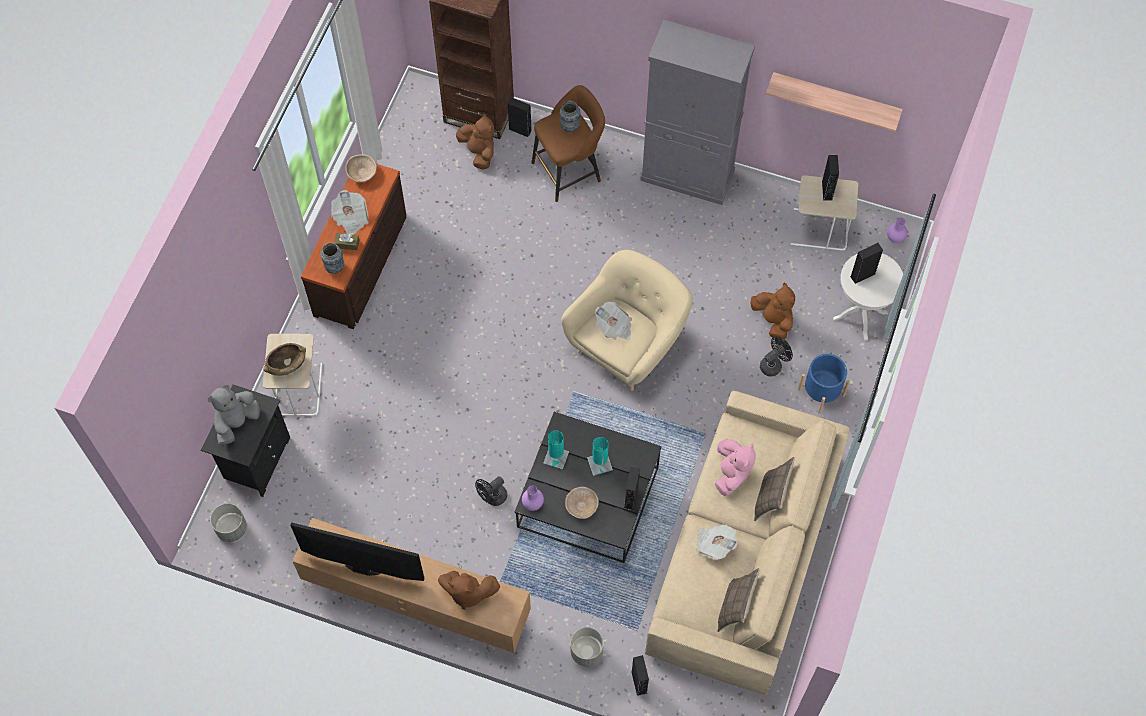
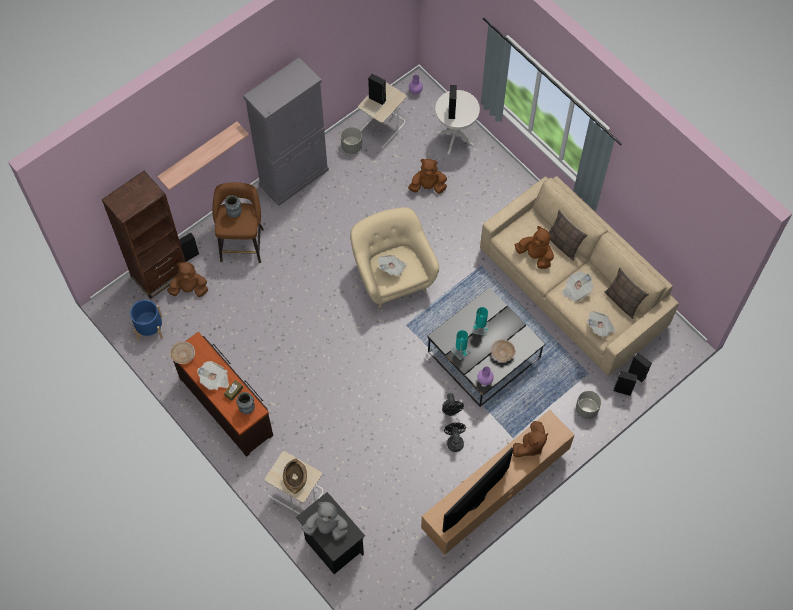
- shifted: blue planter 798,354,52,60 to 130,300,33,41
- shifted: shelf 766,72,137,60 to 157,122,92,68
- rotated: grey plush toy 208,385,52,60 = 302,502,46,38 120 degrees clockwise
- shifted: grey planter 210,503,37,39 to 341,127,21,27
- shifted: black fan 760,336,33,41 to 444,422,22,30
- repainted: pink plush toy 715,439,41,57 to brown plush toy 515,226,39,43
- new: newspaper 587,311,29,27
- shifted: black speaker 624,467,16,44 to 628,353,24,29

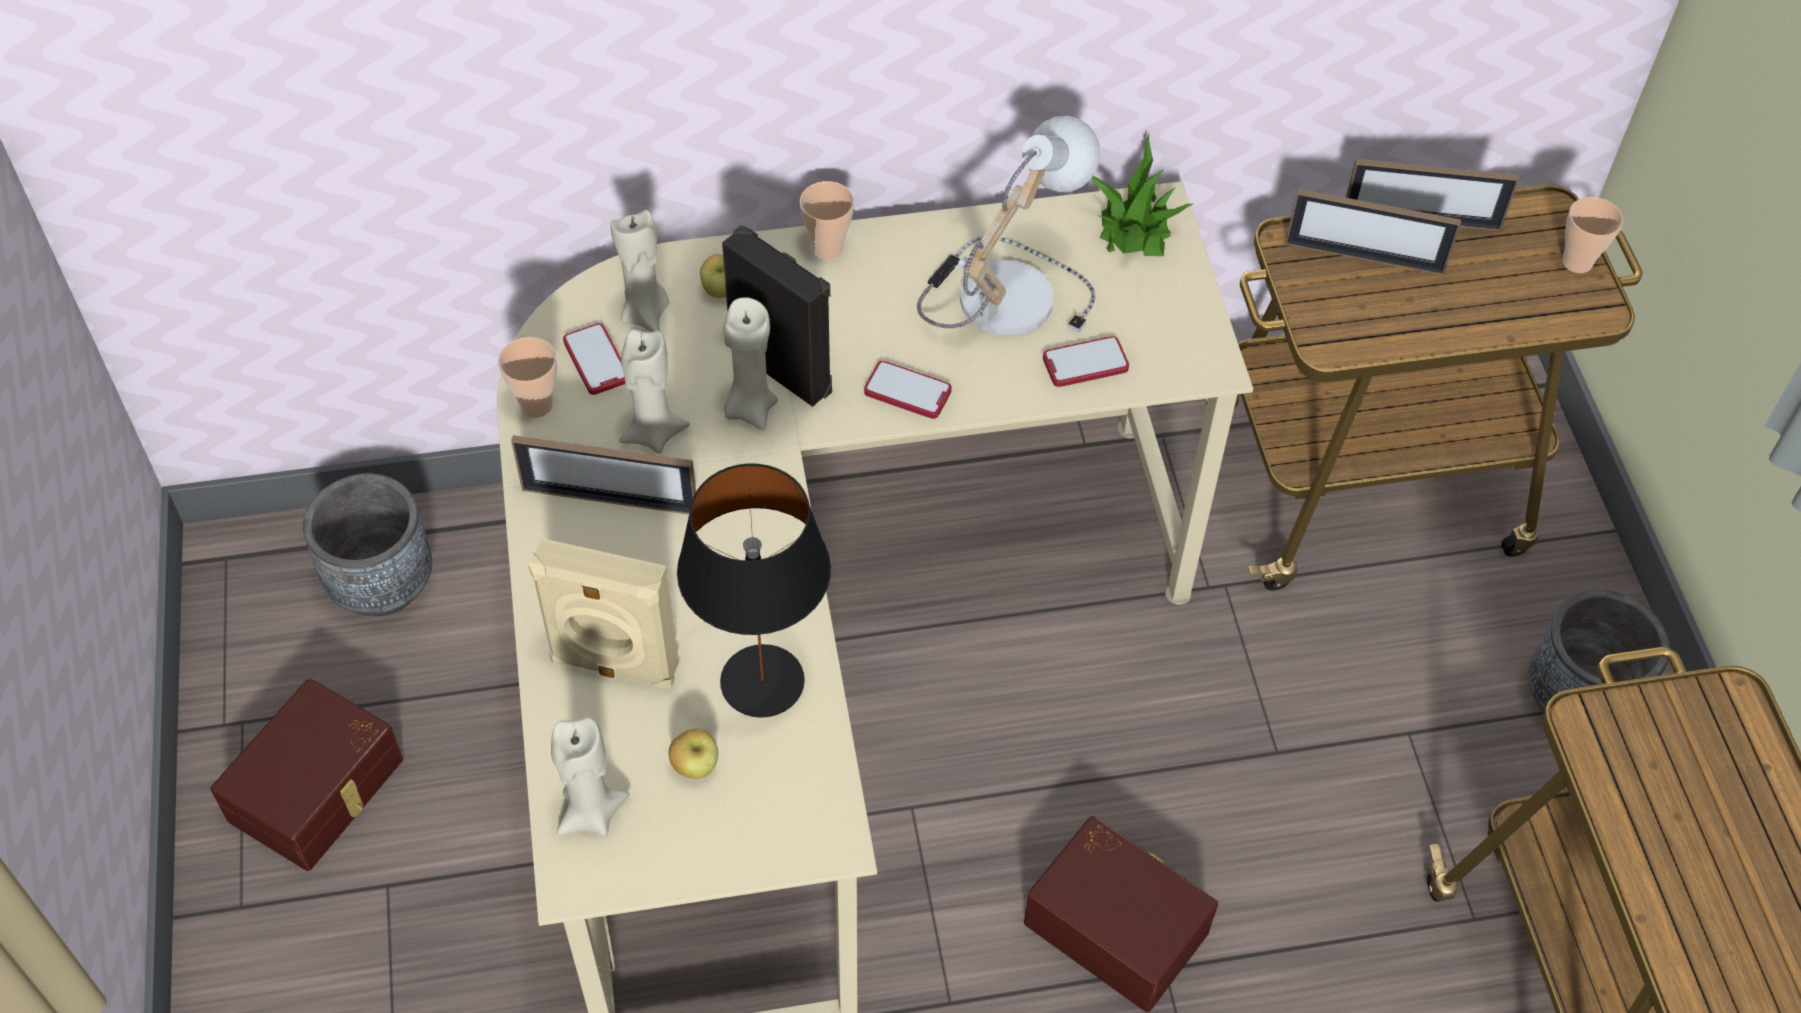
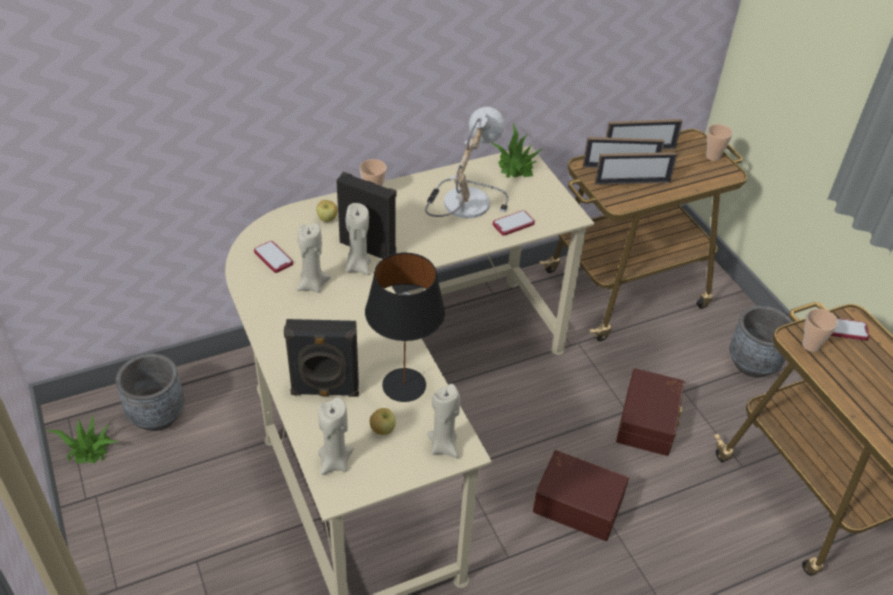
- new: potted plant 45,415,73,49
- repainted: beige speaker 528,538,151,151 to black speaker 284,319,75,78
- shifted: beige candle 611,210,59,122 to 427,384,33,74
- shifted: picture frame 511,435,185,80 to 595,152,82,33
- shifted: brown storage box 210,678,193,193 to 616,368,69,88
- shifted: cup 498,337,59,81 to 802,309,36,43
- shifted: phone 864,361,88,58 to 831,318,38,23

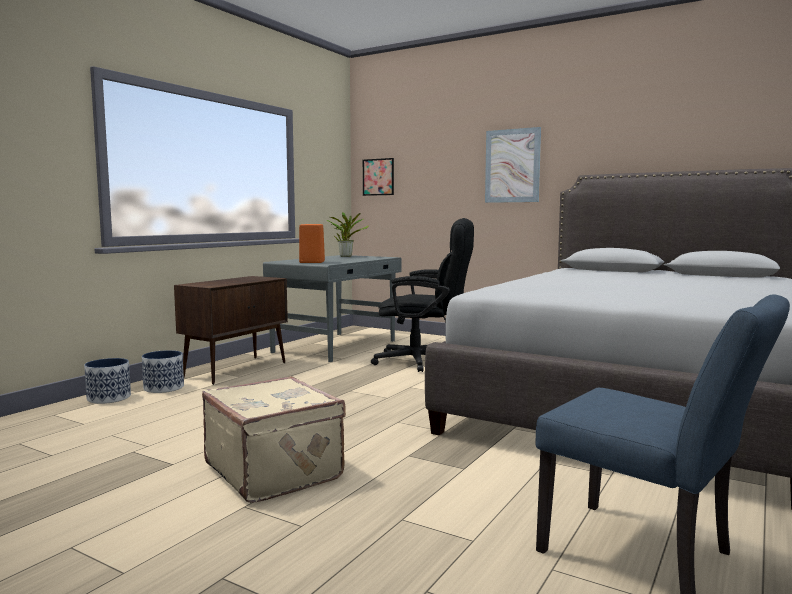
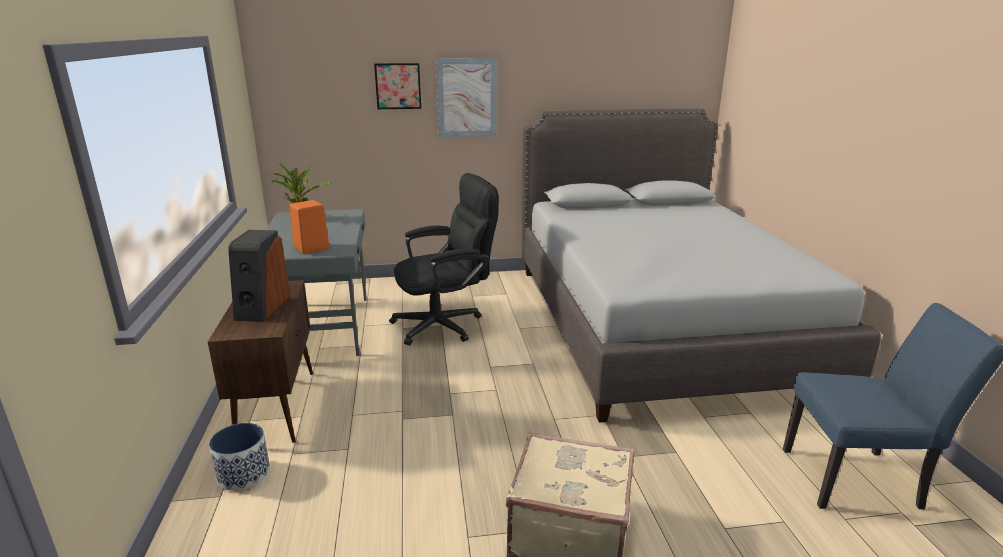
- new: speaker 228,230,62,92
- shifted: picture 363,158,31,38 to 374,63,47,46
- gone: planter 84,358,47,46

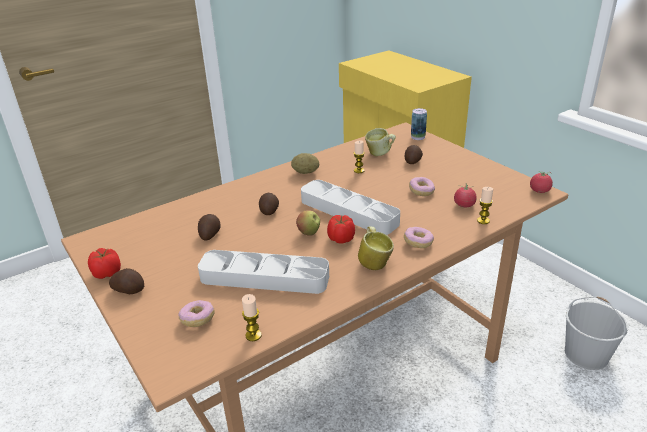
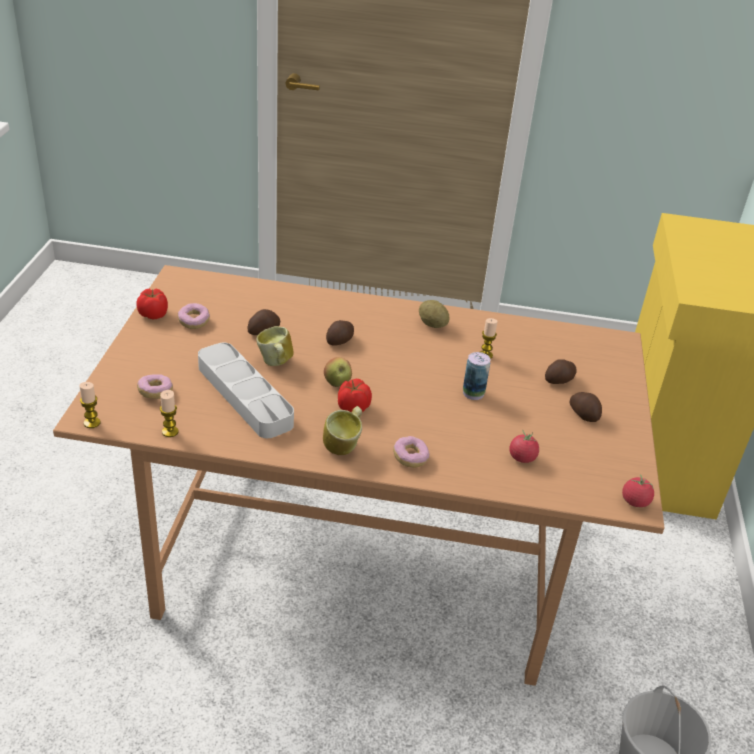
- shifted: candle 477,187,16,37 to 80,382,20,46
- shifted: donut 409,177,26,19 to 178,303,32,26
- shifted: mug 365,128,31,28 to 256,326,38,40
- shifted: can 411,108,16,32 to 463,352,28,48
- shifted: potato 109,268,35,26 to 569,392,33,30
- gone: grey tray 301,180,99,55

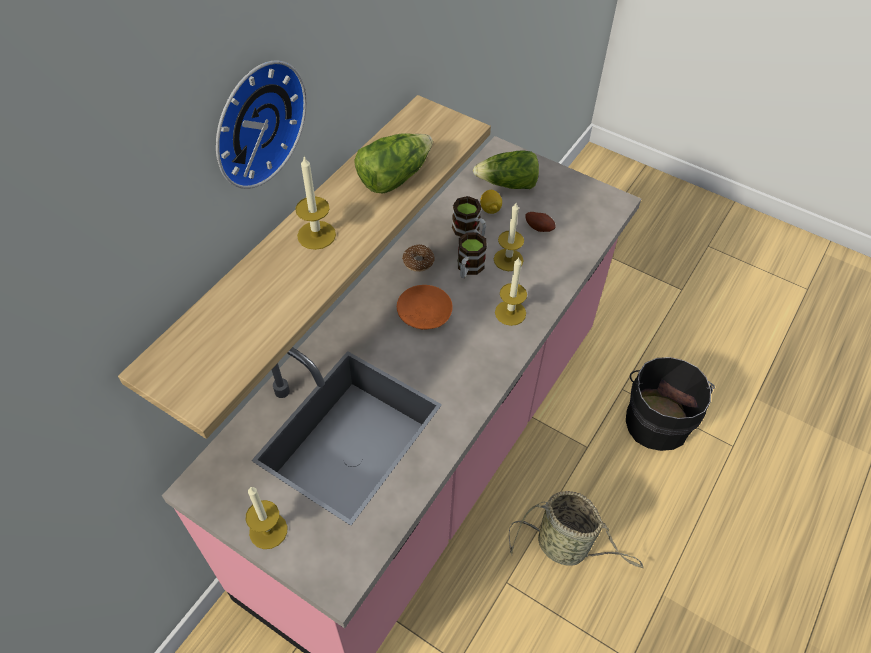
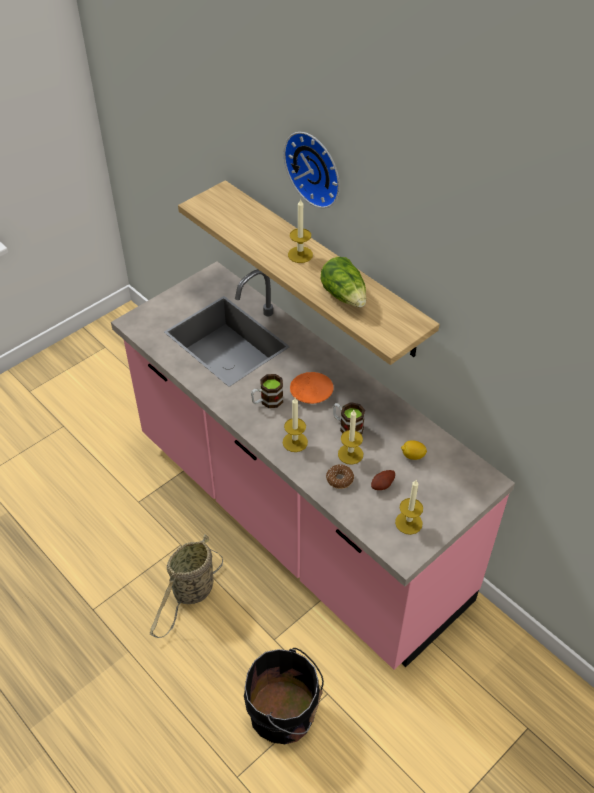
- shifted: mug 452,196,34,41 to 251,374,32,34
- shifted: donut 402,244,33,28 to 326,464,28,25
- shifted: candle 246,486,41,63 to 395,480,28,55
- gone: lettuce 473,151,66,38

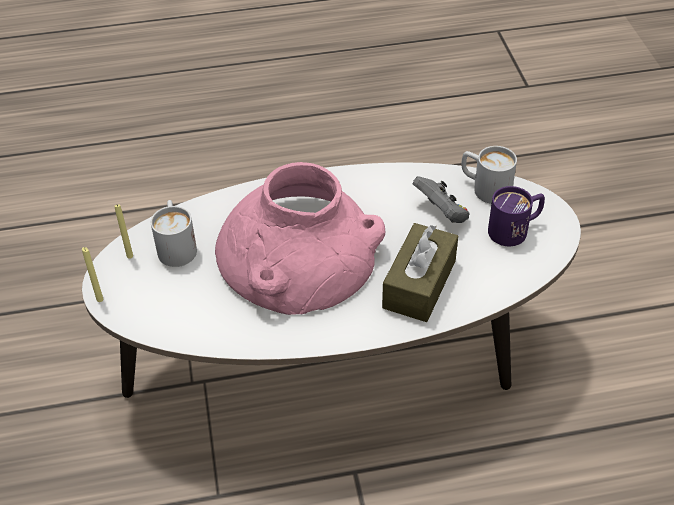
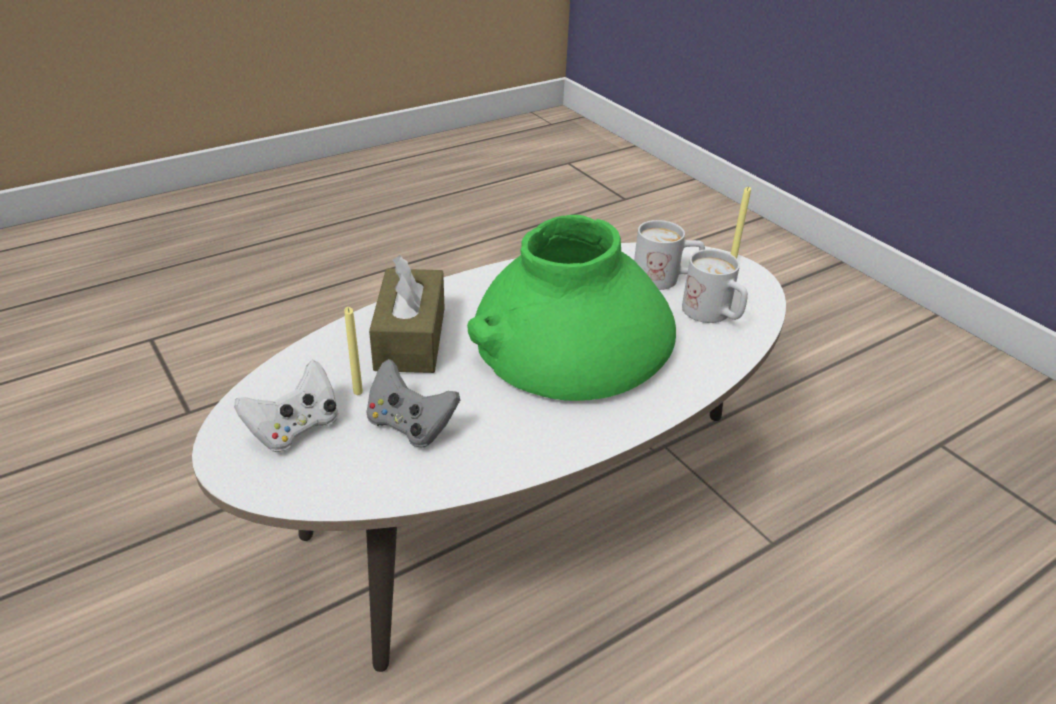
- swapped: purple mug 488,186,57,60 to white game controller 234,360,104,92
- shifted: yellow candle 114,205,19,54 to 344,307,19,88
- repainted: pink vase 215,162,170,153 to green vase 467,215,209,186
- shifted: white mug 461,146,56,58 to 634,220,71,70

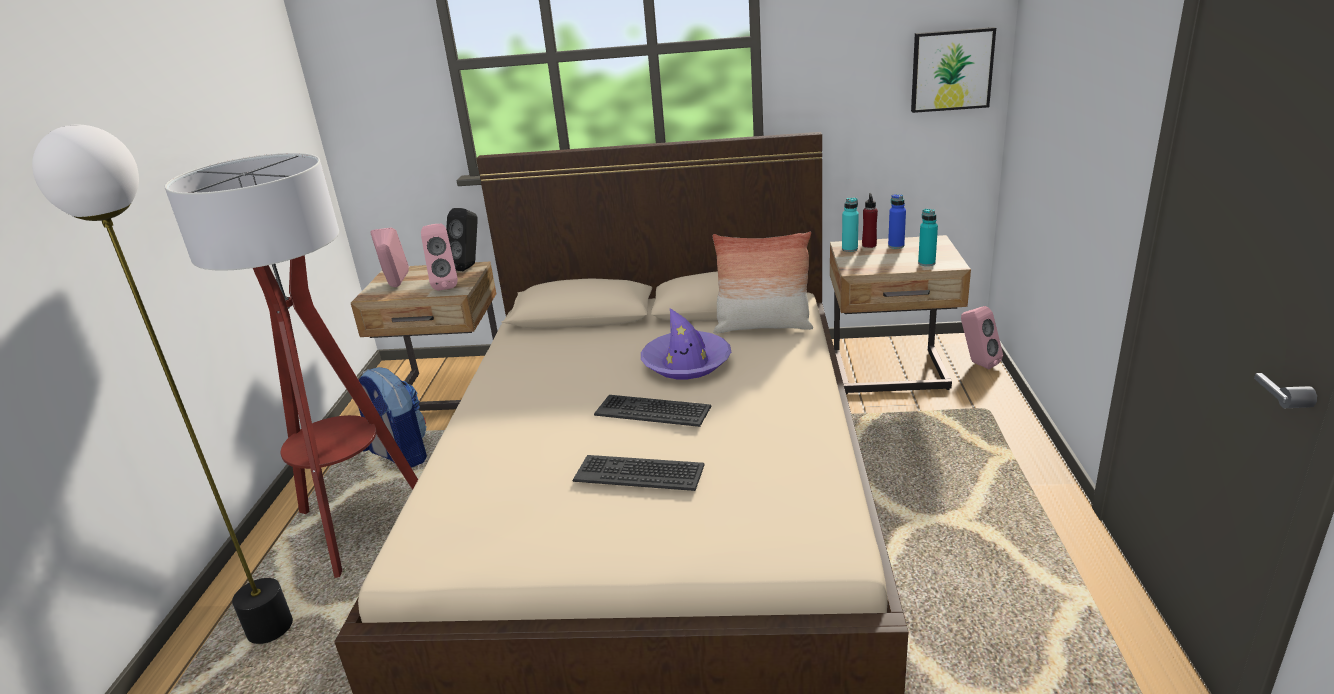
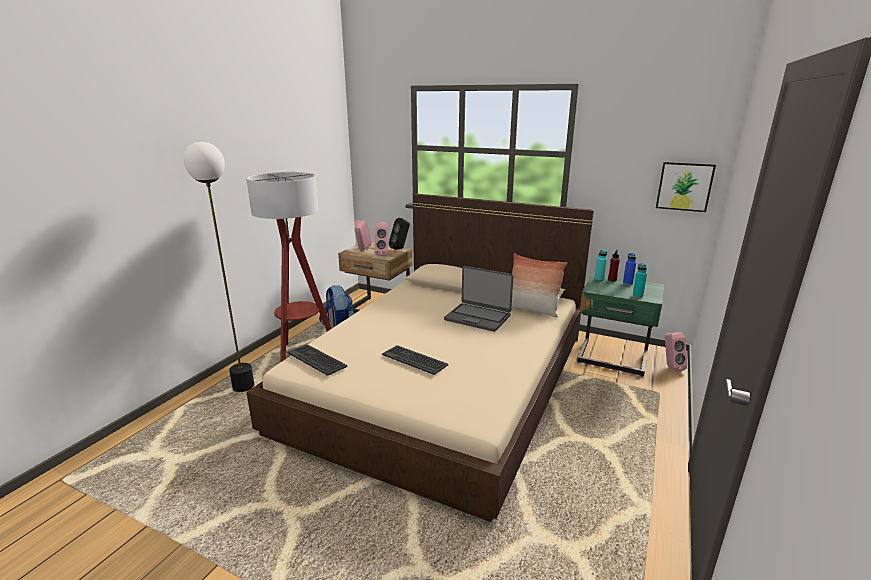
- shifted: keyboard 594,395,117,32 to 288,344,60,32
- swapped: purple hat 641,308,90,71 to laptop 444,266,70,66
- repainted: beige nightstand 830,235,141,159 to green nightstand 577,274,87,102

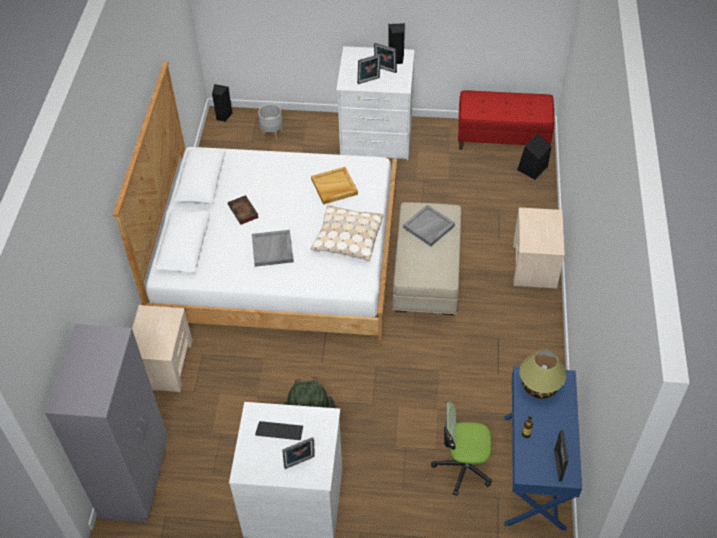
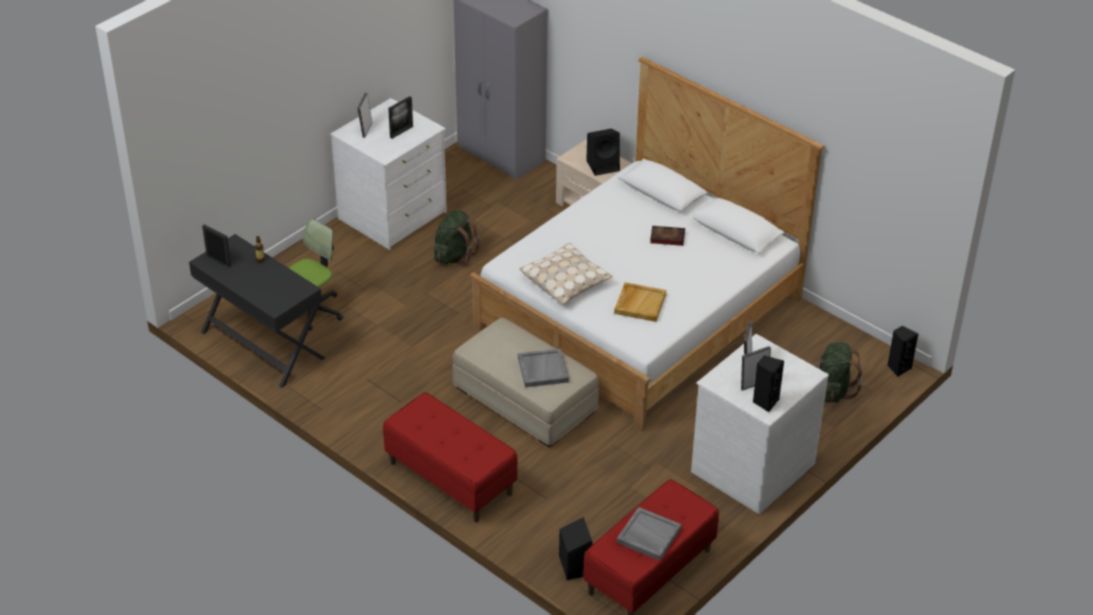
- repainted: blue desk 504,366,78,164 to black desk 189,234,136,154
- swapped: beige nightstand 513,208,52,80 to red bench 383,392,135,131
- swapped: keyboard 255,421,48,19 to picture frame 388,96,25,43
- new: black speaker 586,129,34,47
- shifted: grey tray 252,230,42,37 to 617,507,65,54
- swapped: grey planter 258,104,25,38 to green backpack 815,342,47,61
- gone: table lamp 520,350,46,49

